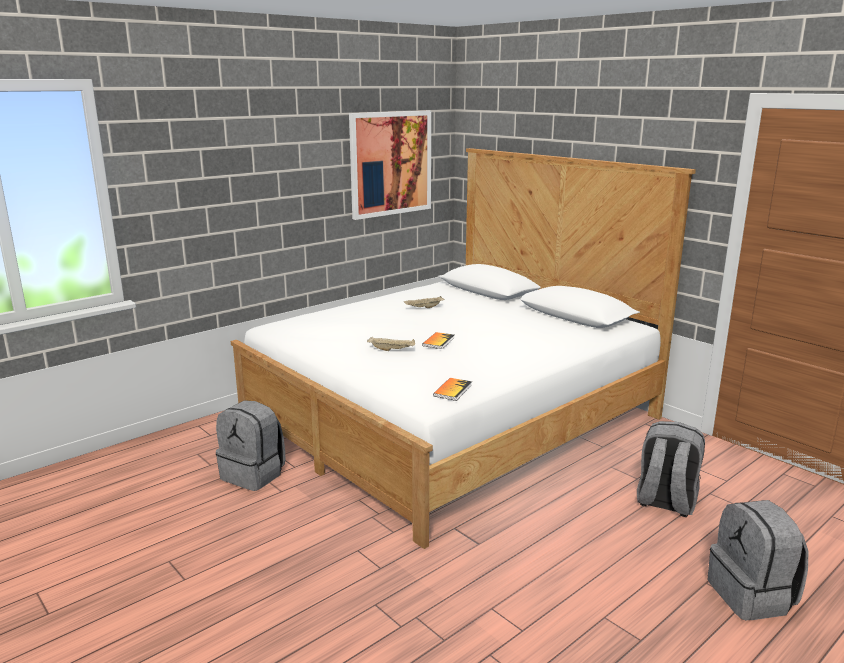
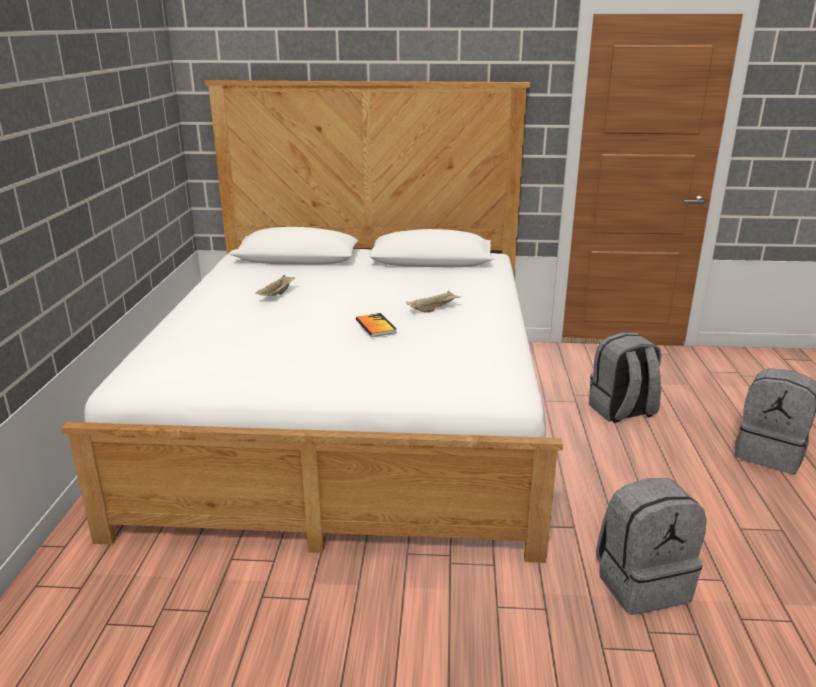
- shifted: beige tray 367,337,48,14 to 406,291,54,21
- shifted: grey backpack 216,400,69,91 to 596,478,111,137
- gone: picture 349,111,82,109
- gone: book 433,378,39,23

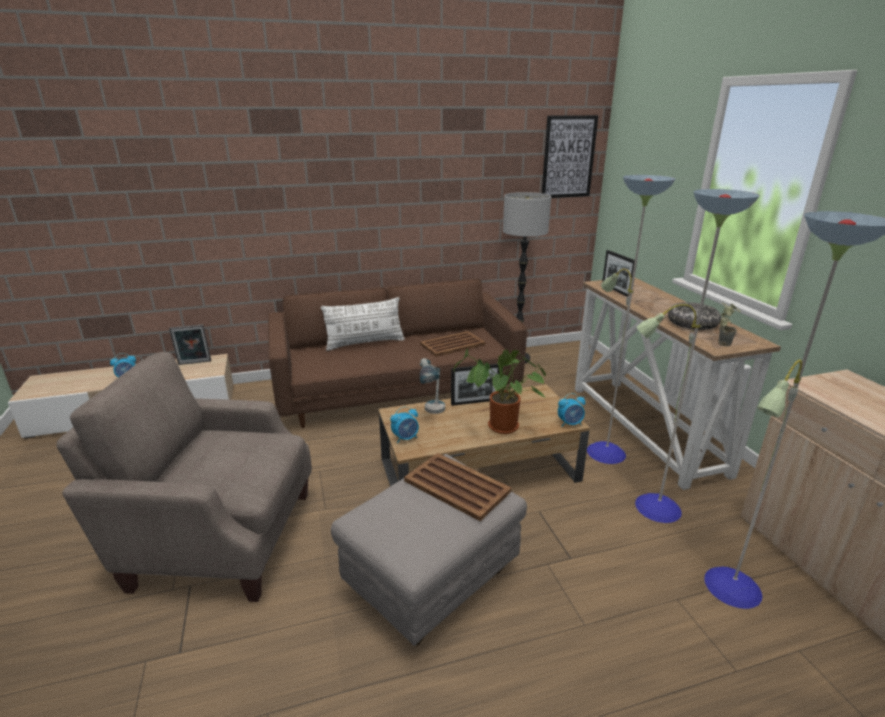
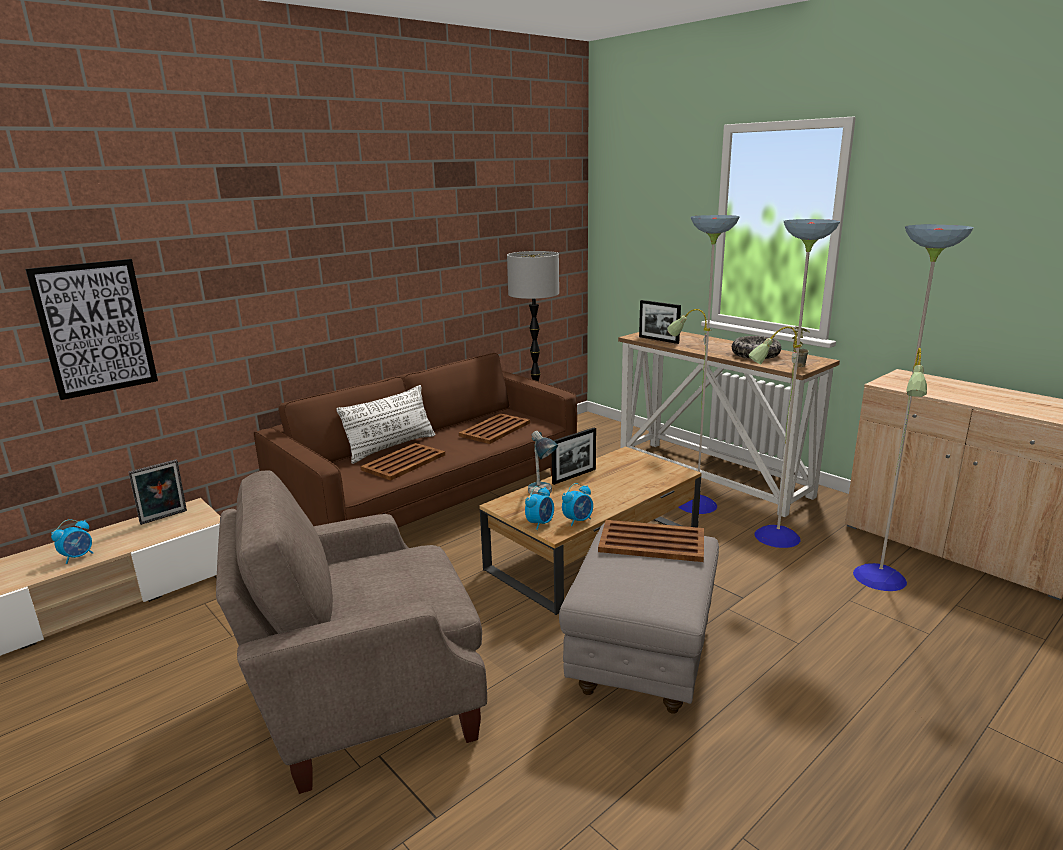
- shifted: picture 542,115,56,83 to 25,259,133,141
- new: brown tray 360,443,85,38
- shifted: alarm clock 558,393,27,34 to 562,483,31,43
- gone: potted plant 454,348,93,86

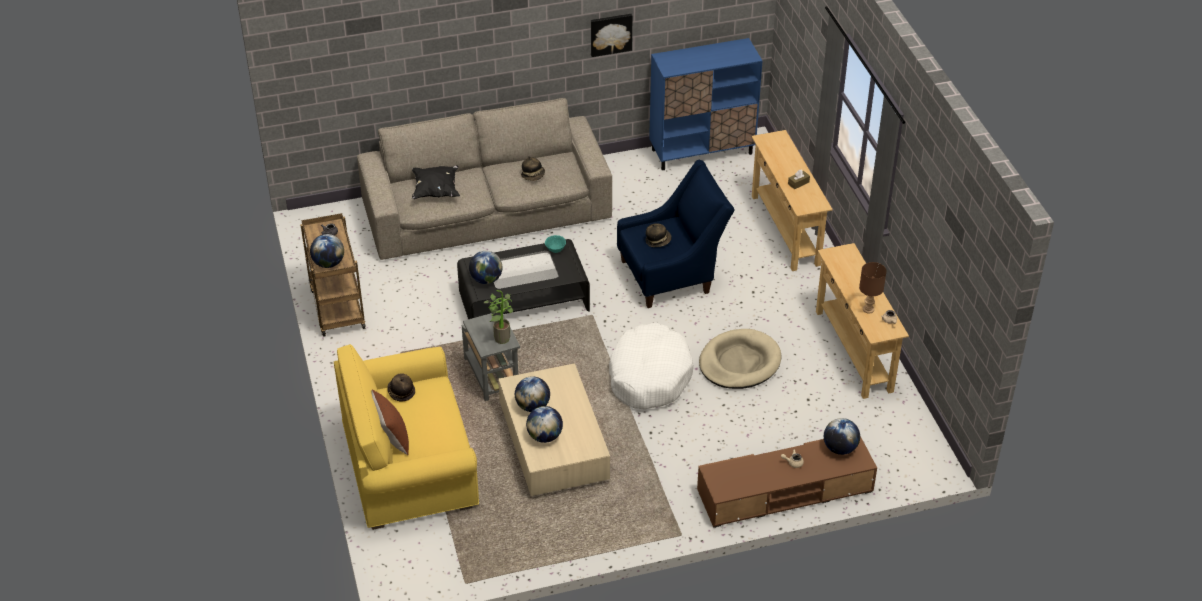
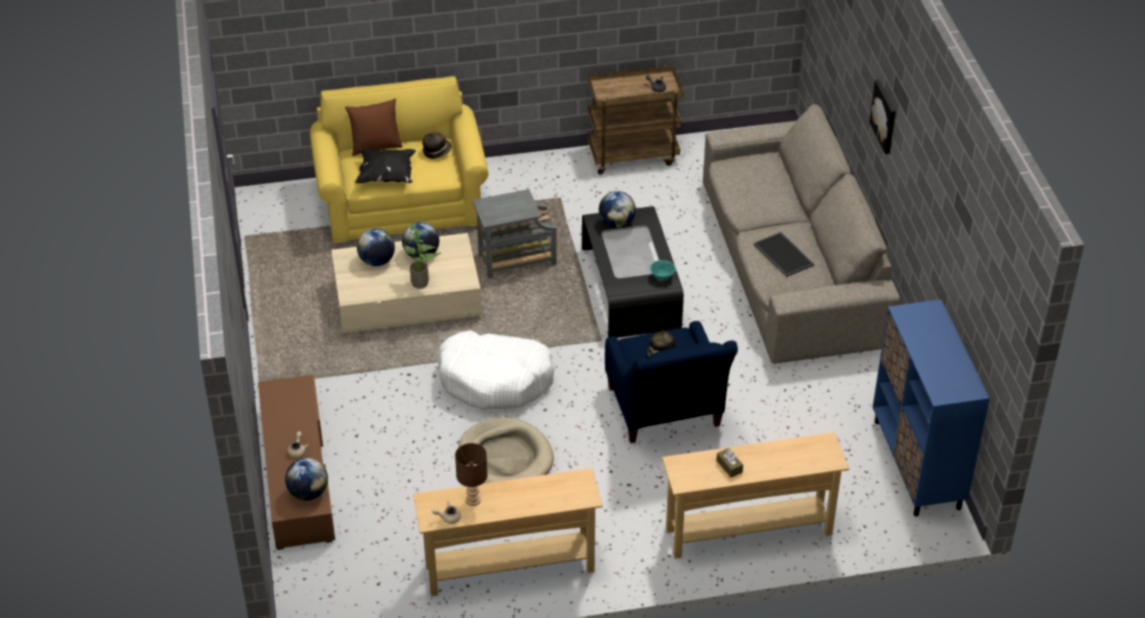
- shifted: black pillow 412,165,48,34 to 355,148,61,35
- shifted: potted plant 484,290,29,54 to 403,223,38,66
- swapped: hat 521,156,24,25 to tray 754,232,60,45
- shifted: picture 591,14,42,43 to 869,80,27,74
- gone: globe 310,234,34,34

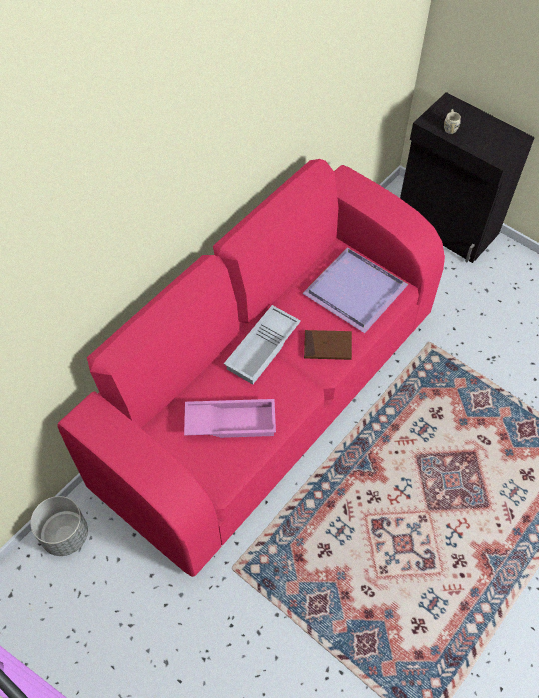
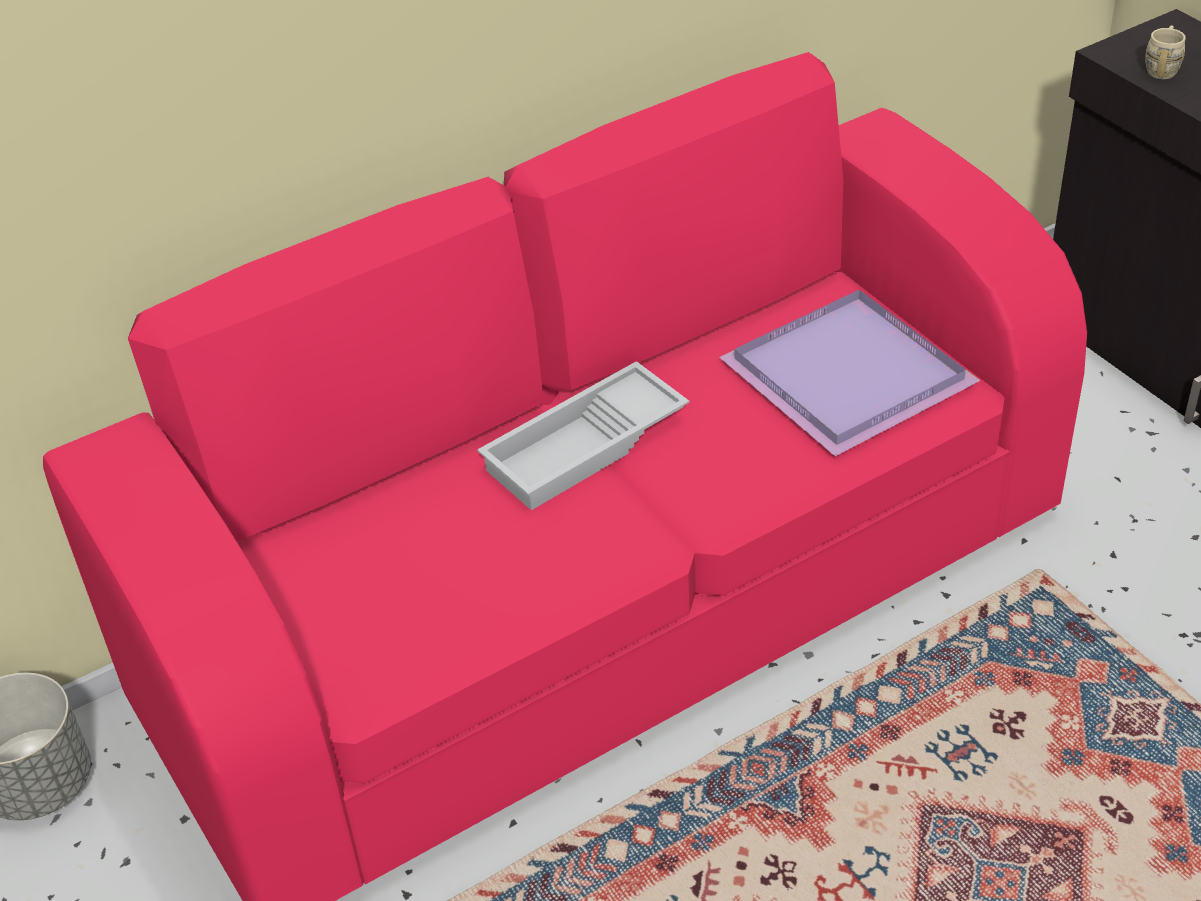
- gone: pink tray 184,399,92,39
- gone: brown book 304,330,48,30

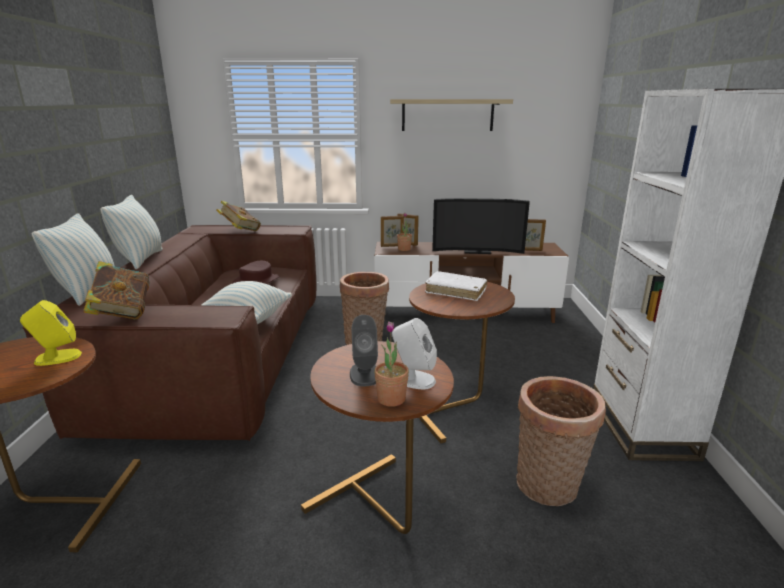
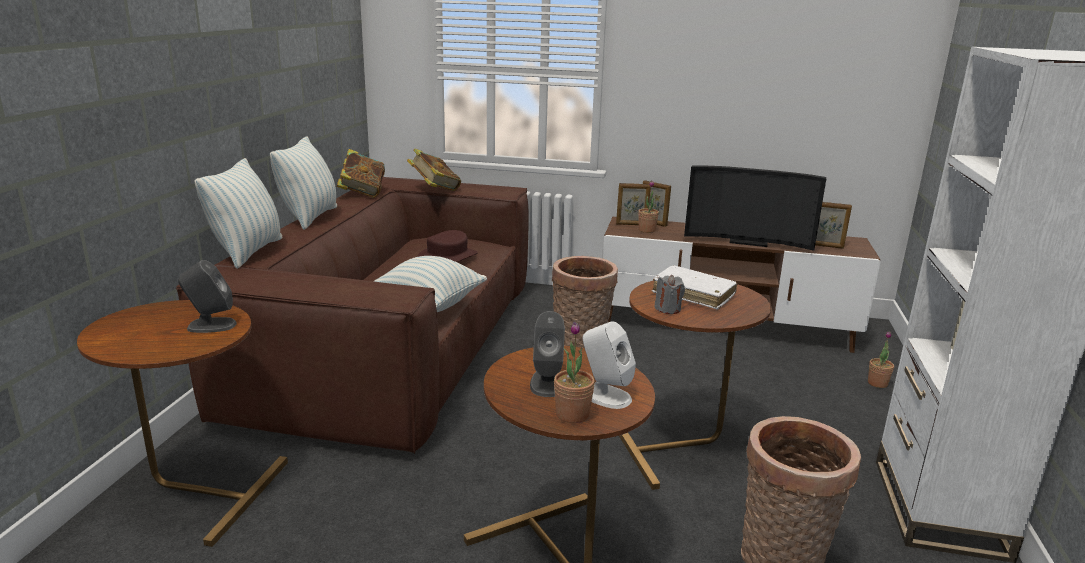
- repainted: yellow speaker 20,300,62,66 to grey speaker 178,260,59,73
- shifted: book 83,261,67,58 to 337,149,48,49
- new: grey candle 654,275,31,39
- new: potted plant 868,331,26,57
- gone: shelf 390,99,123,32

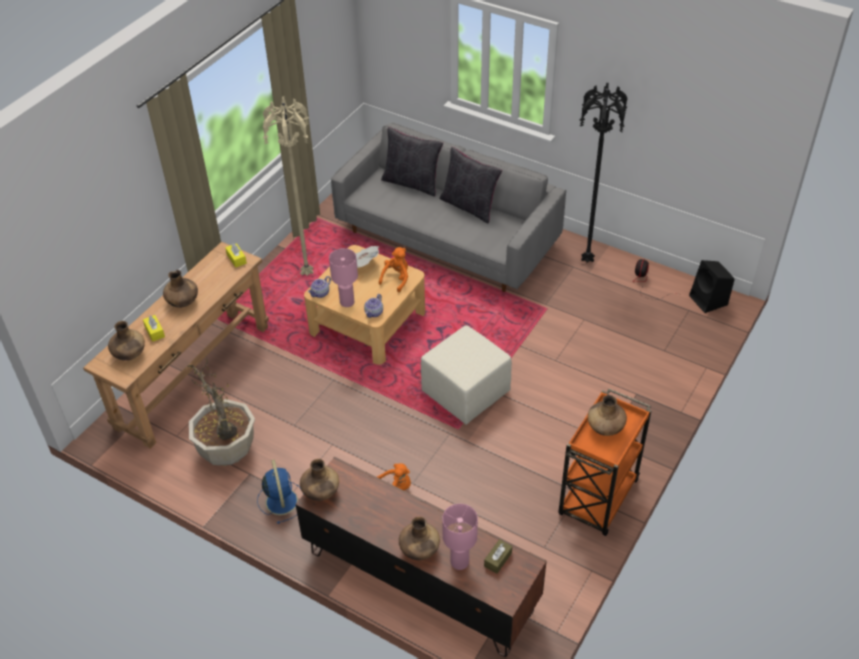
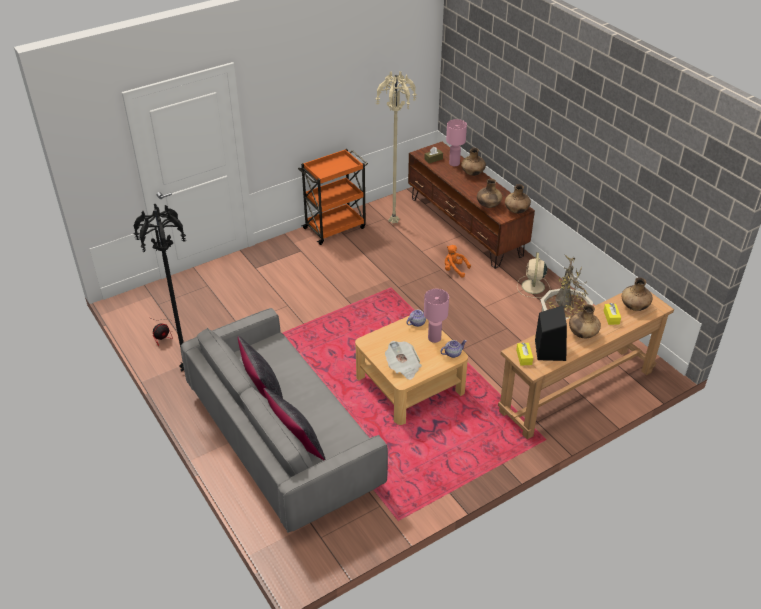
- shifted: beige floor lamp 263,97,51,178 to 376,71,41,152
- shifted: brown vase 588,395,39,41 to 477,179,25,29
- repainted: blue fan 257,459,44,65 to beige fan 517,252,33,46
- shifted: black speaker 689,260,46,53 to 535,306,32,55
- gone: orange plush toy 379,247,29,45
- gone: beige ottoman 421,325,91,100

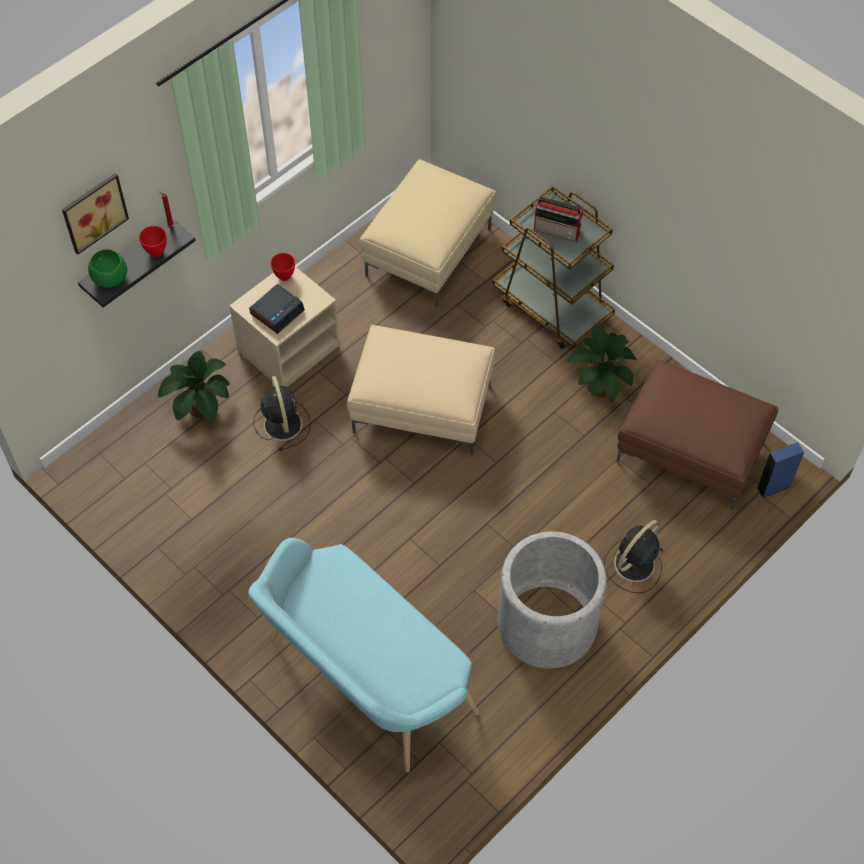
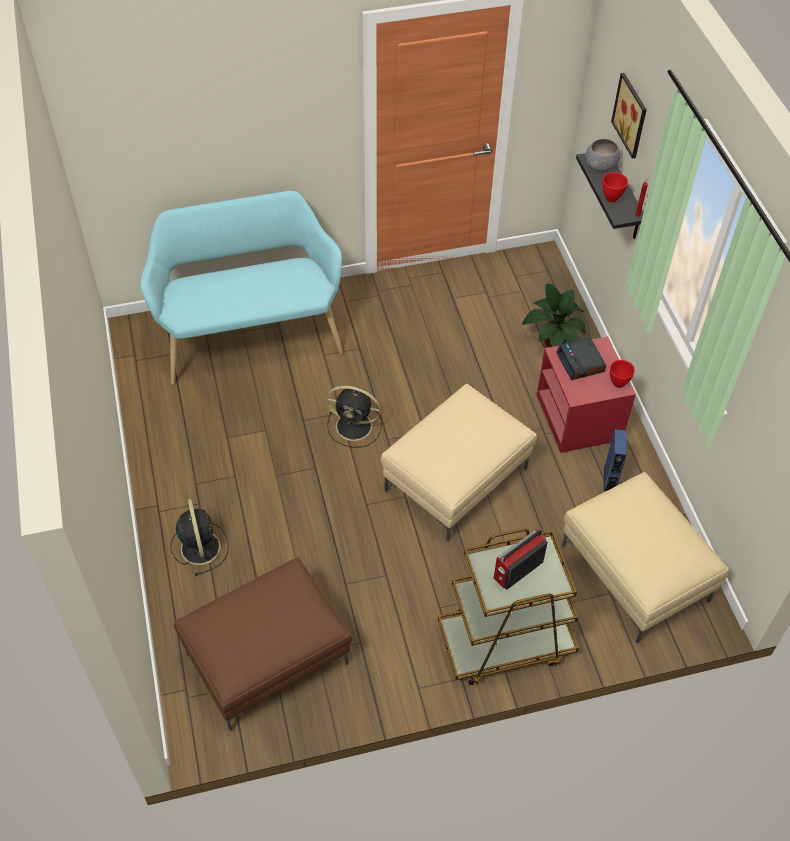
- shifted: black fan 253,376,58,75 to 327,386,55,61
- repainted: beige nightstand 229,266,111,121 to red nightstand 536,336,100,117
- repainted: green bowl 88,249,39,39 to grey bowl 586,139,35,33
- shifted: blue speaker 757,442,47,56 to 603,429,24,62
- gone: grey planter 498,532,109,137
- gone: potted plant 567,325,69,77

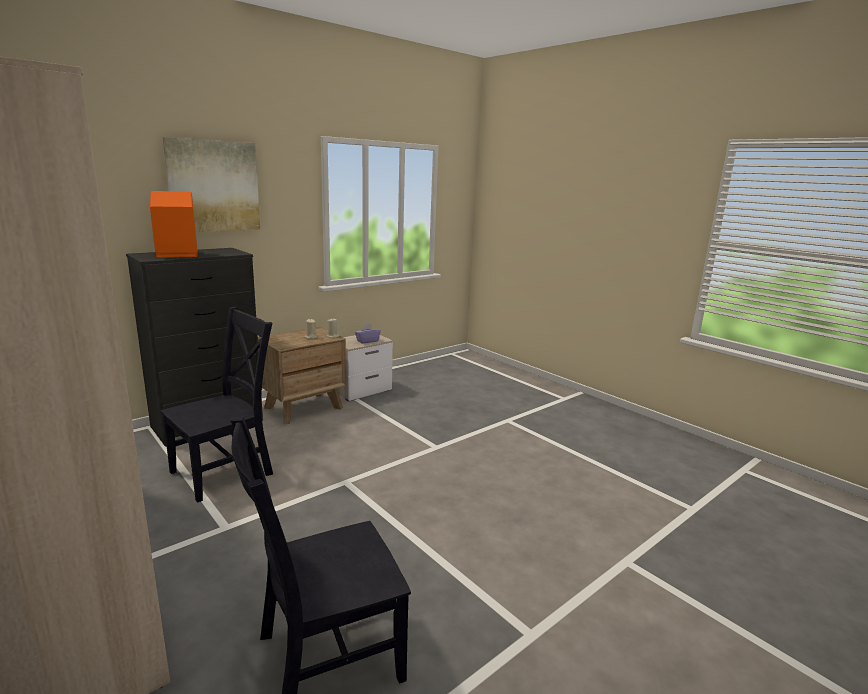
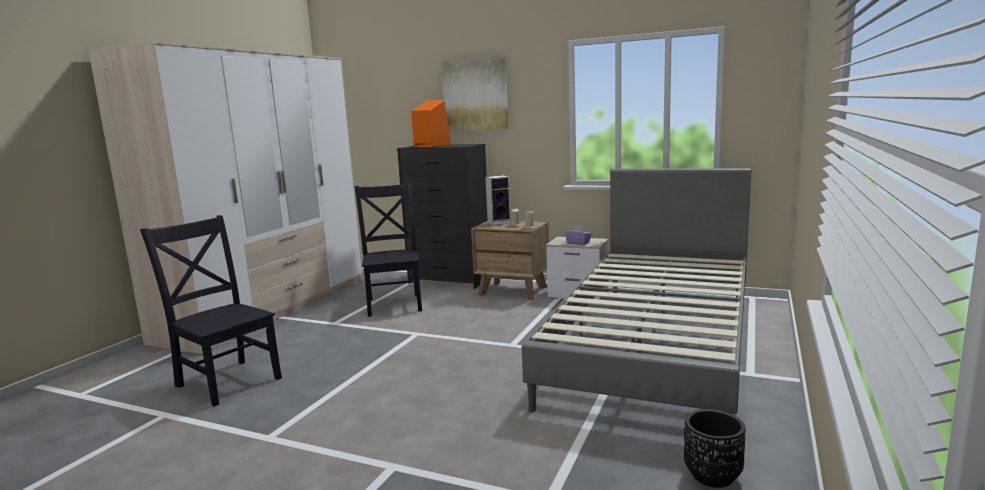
- rotated: black chair 161,307,112,195 = 355,182,67,135 120 degrees counterclockwise
- new: speaker 485,175,26,50
- new: grey bed 522,168,229,246
- new: black planter 684,409,62,79

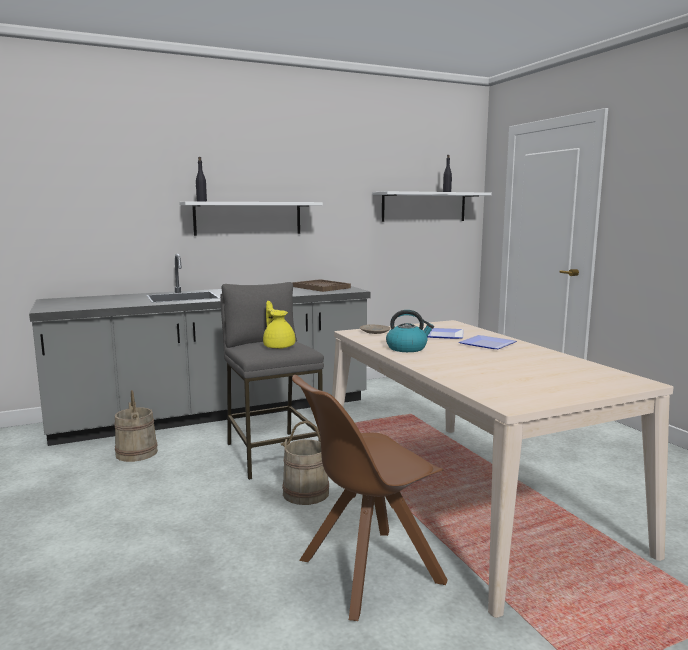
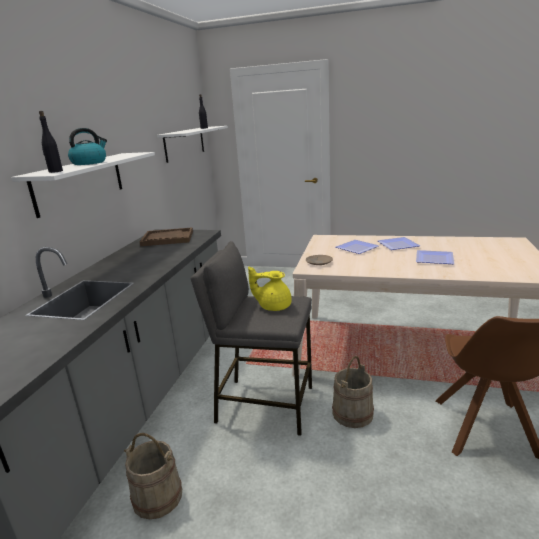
- shifted: kettle 386,310,48,42 to 68,128,39,37
- new: plate 416,250,38,14

